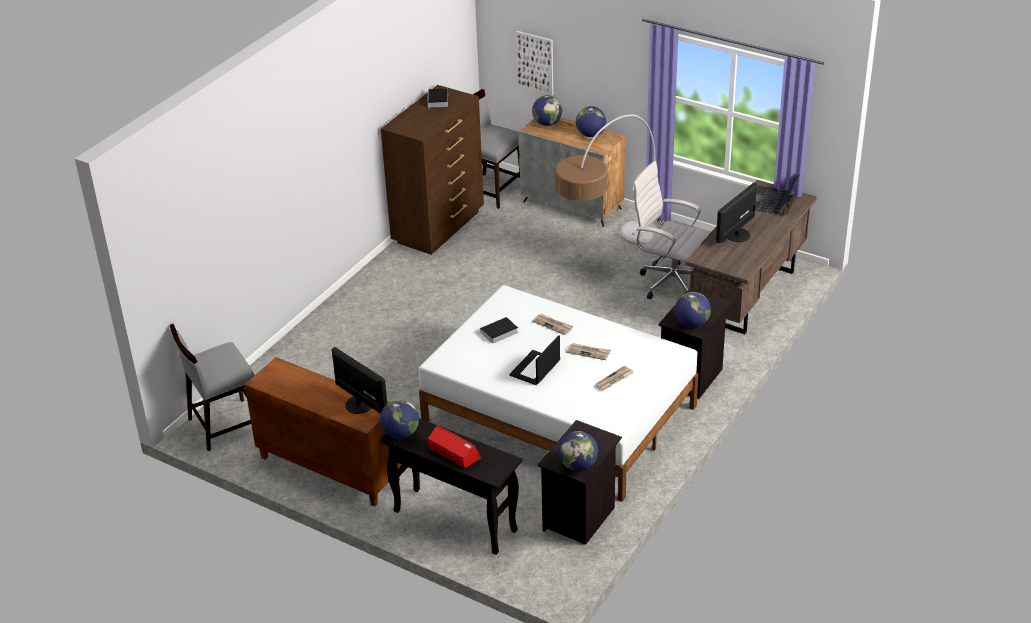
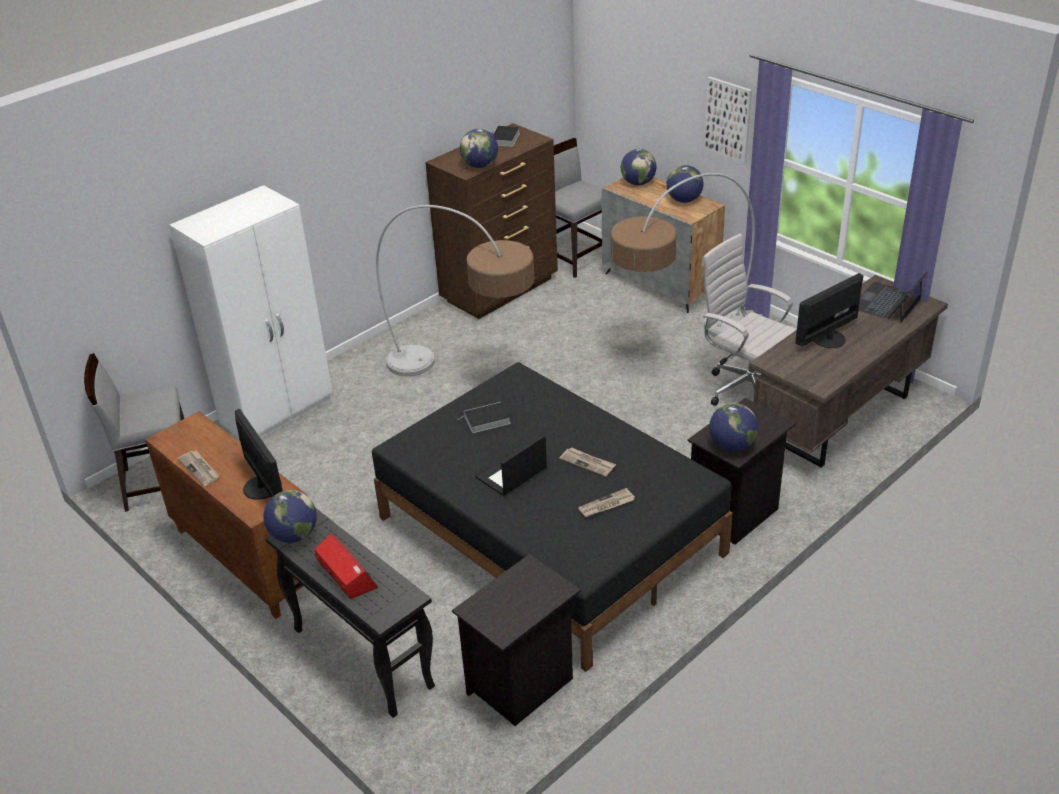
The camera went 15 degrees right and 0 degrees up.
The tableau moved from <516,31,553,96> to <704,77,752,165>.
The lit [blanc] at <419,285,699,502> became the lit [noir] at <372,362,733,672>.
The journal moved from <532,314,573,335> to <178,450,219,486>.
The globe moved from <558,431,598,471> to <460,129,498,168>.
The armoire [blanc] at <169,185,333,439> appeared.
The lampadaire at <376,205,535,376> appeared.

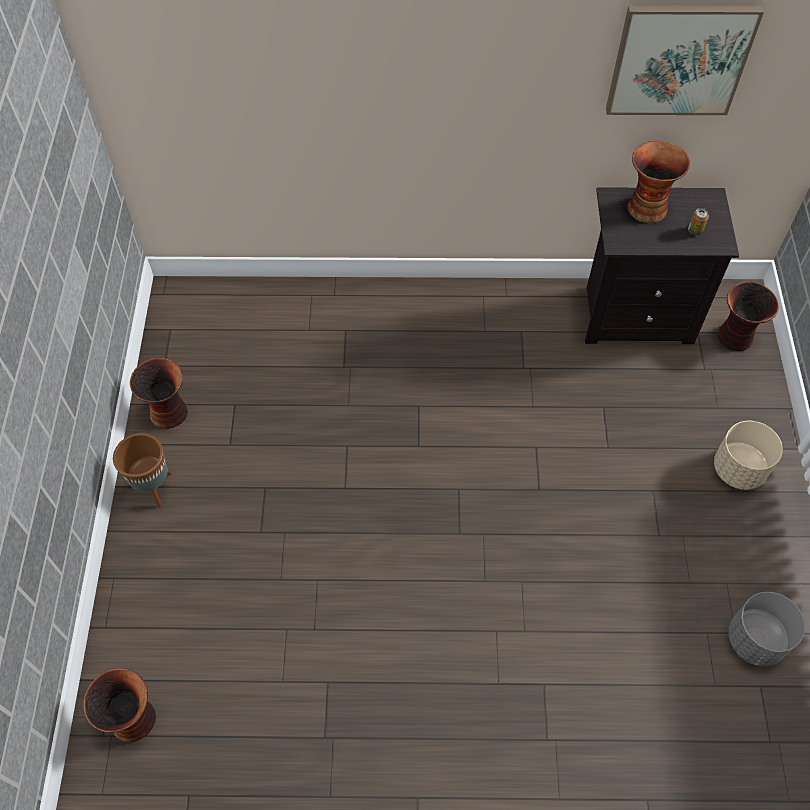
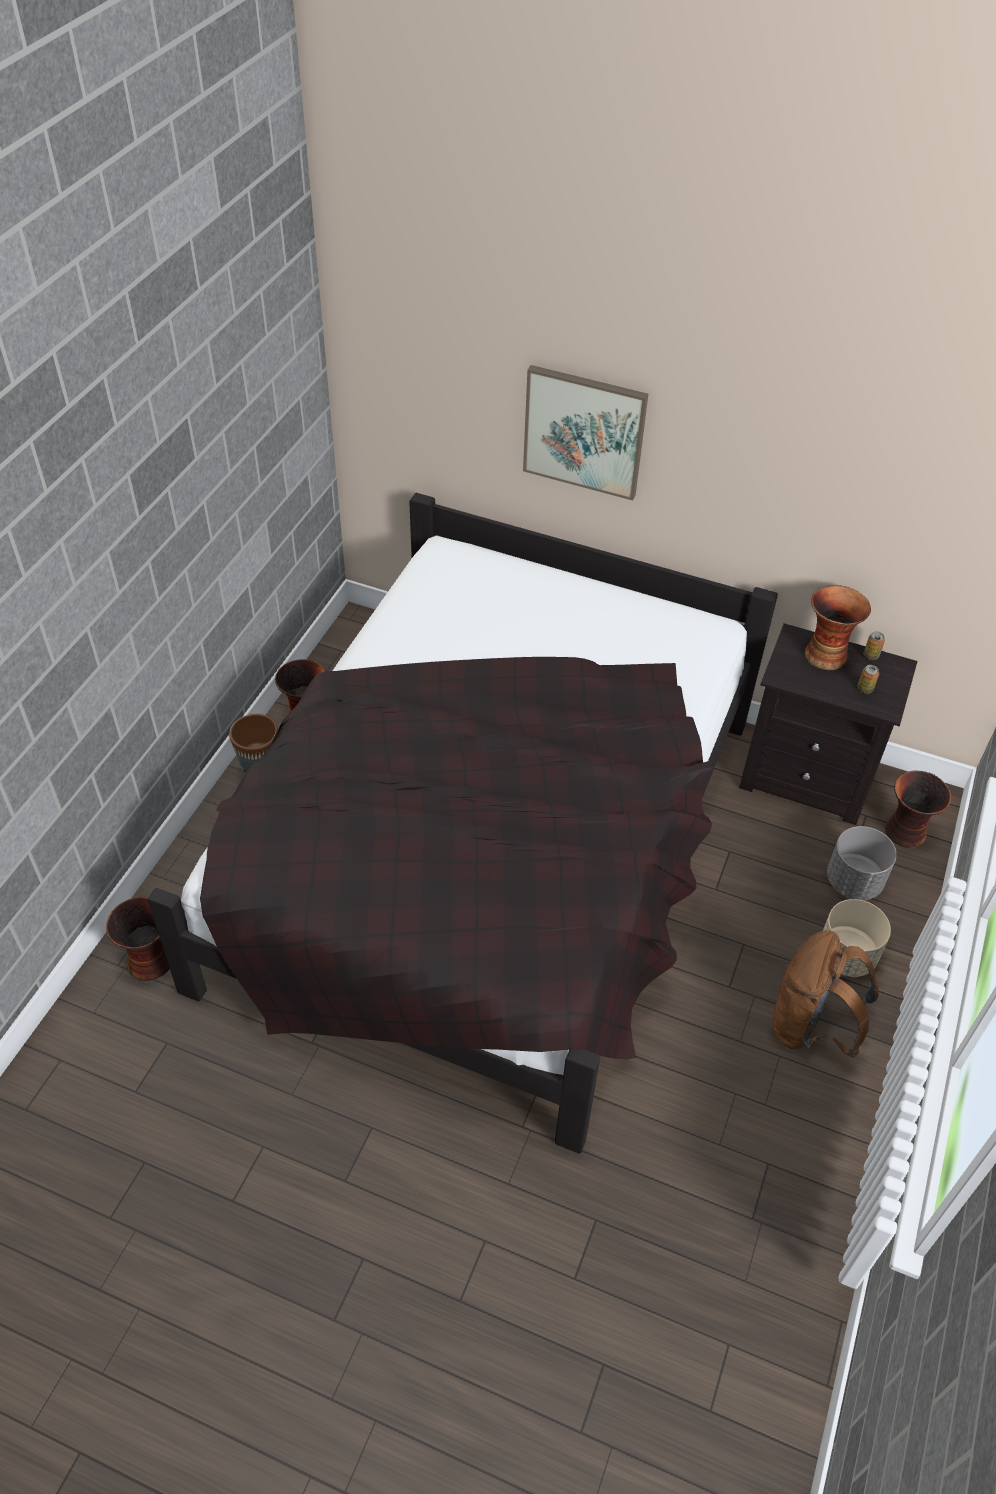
The camera went 20 degrees right and 10 degrees down.
The tableau moved from <606,5,764,115> to <523,365,648,501>.
The cache-pot [gris] moved from <728,592,805,666> to <827,826,897,900>.
The lit [noir] at <147,493,778,1153> appeared.
The boîte métallique at <864,632,885,660> appeared.
The sac à dos [marron] at <773,930,878,1058> appeared.

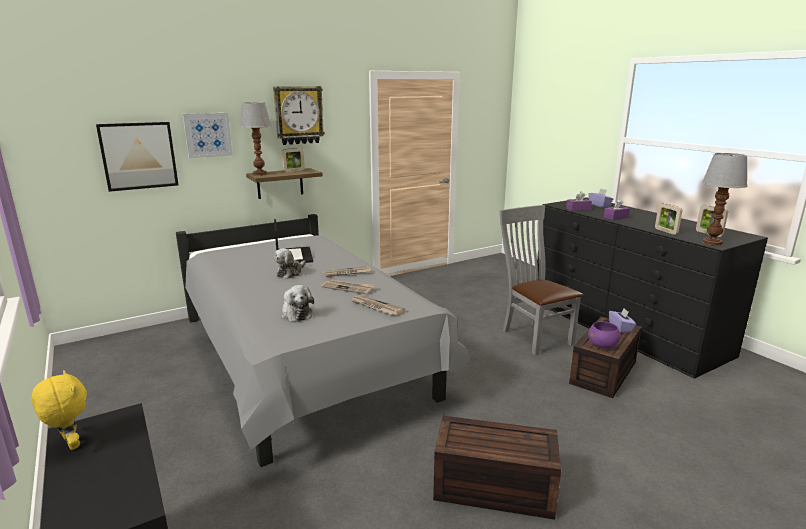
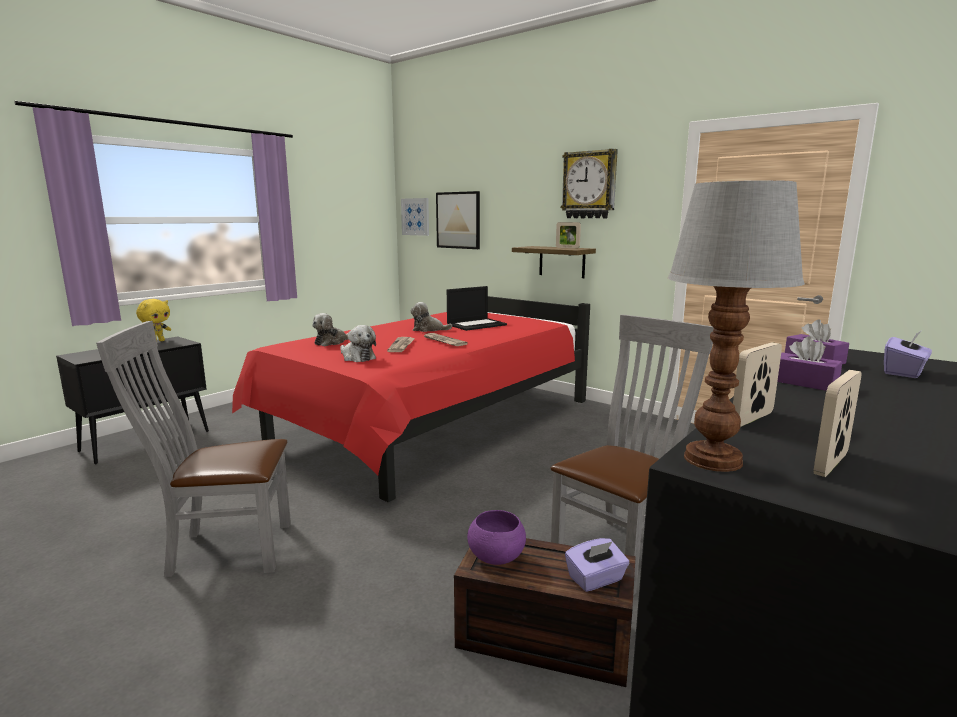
The camera went 70 degrees right and 5 degrees down.
The lampe de table at <240,102,271,175> disappeared.
The tableau moved from <183,113,233,158> to <401,198,429,236>.
The lit [gris] at <176,214,469,467> became the lit [rouge] at <232,296,590,502>.
The journal at <351,295,405,315> was replaced by the peluche at <340,325,376,362>.
The boîte de rangement [marron] at <433,416,561,520> was replaced by the chaise [gris] at <96,321,291,577>.

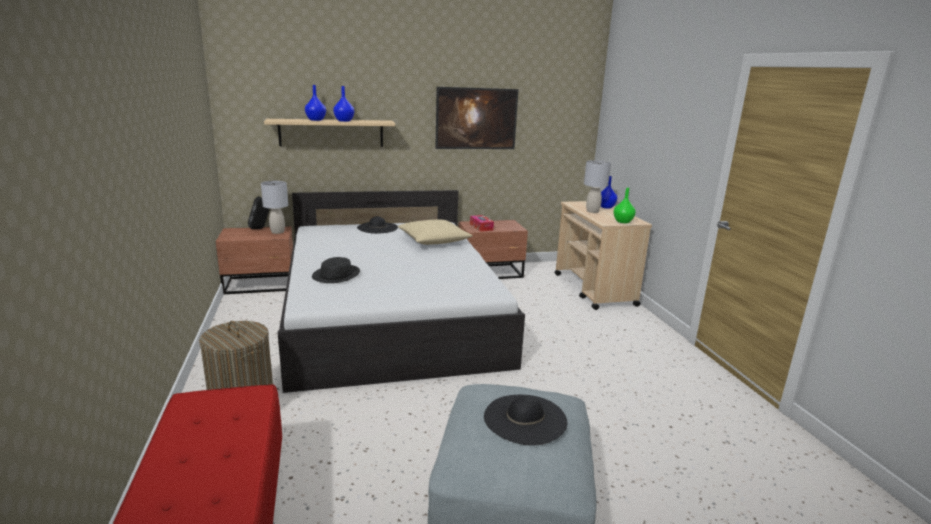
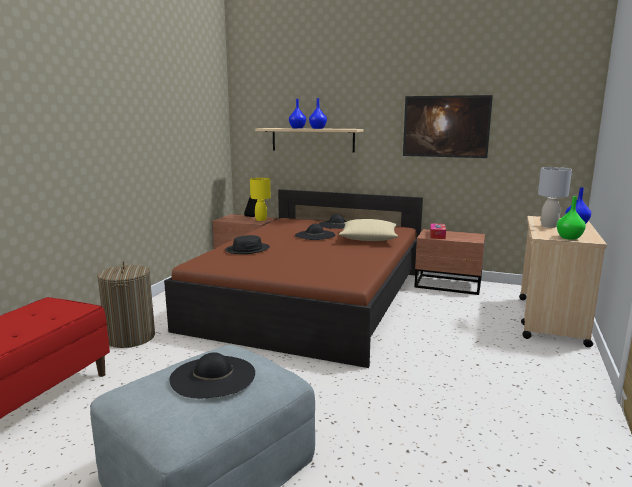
The camera went 35 degrees right and 5 degrees down.
The lampe de table [gris] at <261,181,288,234> became the lampe de table [jaune] at <250,178,271,221>.
The lit [blanc] at <278,190,525,393> became the lit [marron] at <164,189,423,368>.
The chapeau [noir] at <295,224,336,240> appeared.

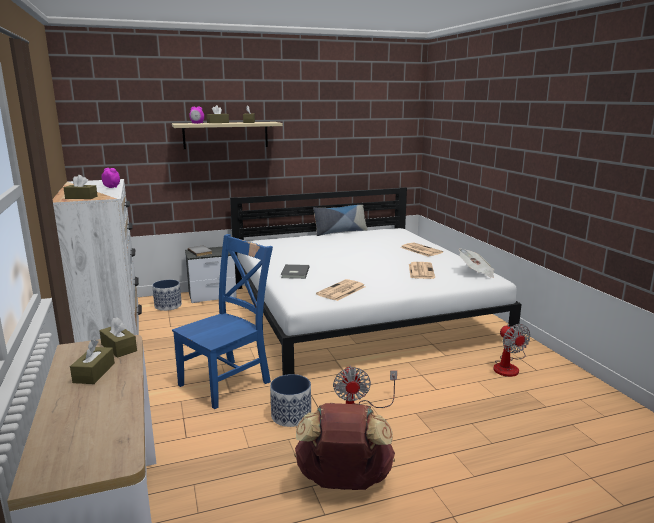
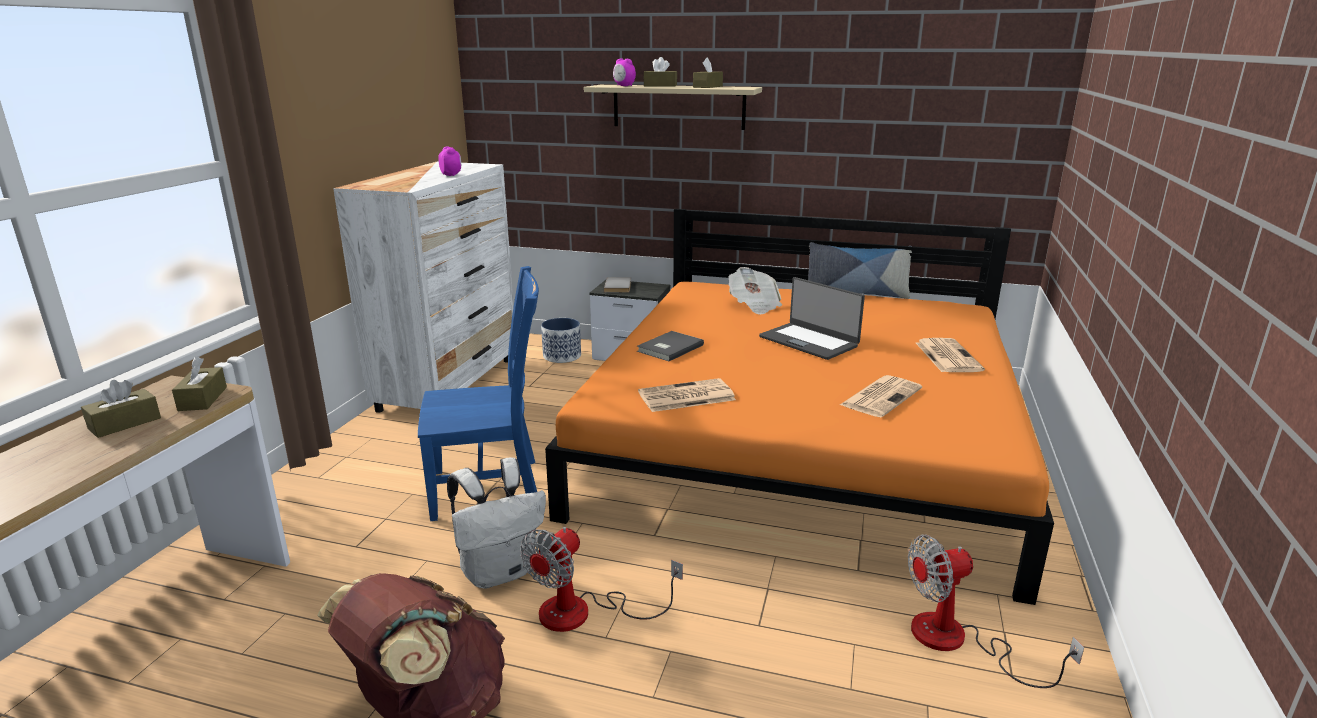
The camera went 35 degrees right and 5 degrees up.
The boîte à mouchoirs [marron] at <63,175,98,199> disappeared.
The lit [blanc] at <230,187,522,375> became the lit [orange] at <545,209,1054,605>.
The journal moved from <459,248,494,278> to <728,267,782,315>.
The ventilateur at <493,324,531,377> turned 60 degrees clockwise.
The cache-pot at <270,374,311,427> was replaced by the sac à dos [blanc] at <447,458,546,589>.
The ordinateur portable at <759,277,865,360> appeared.

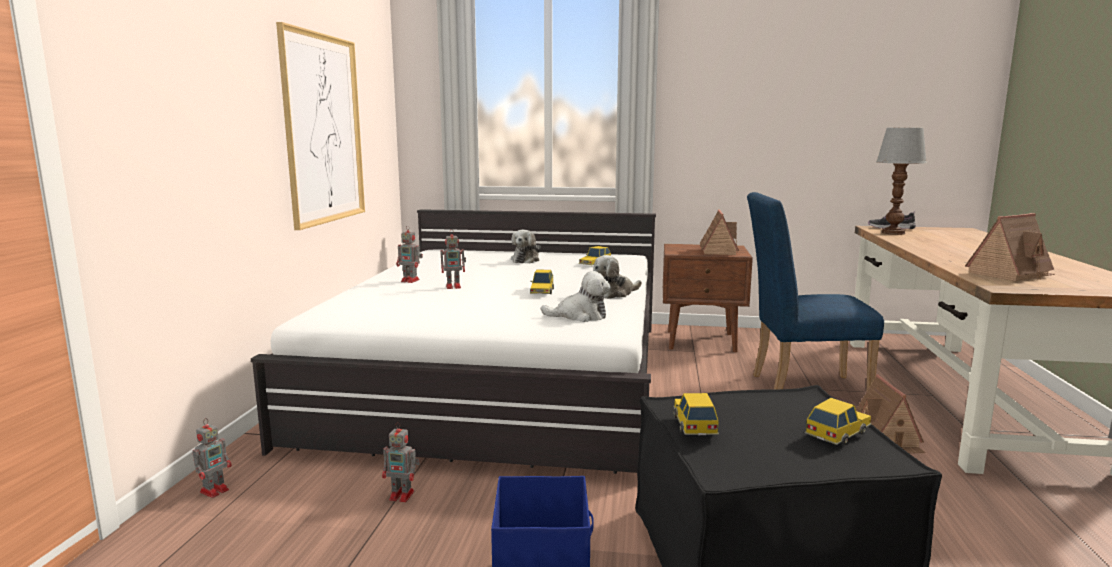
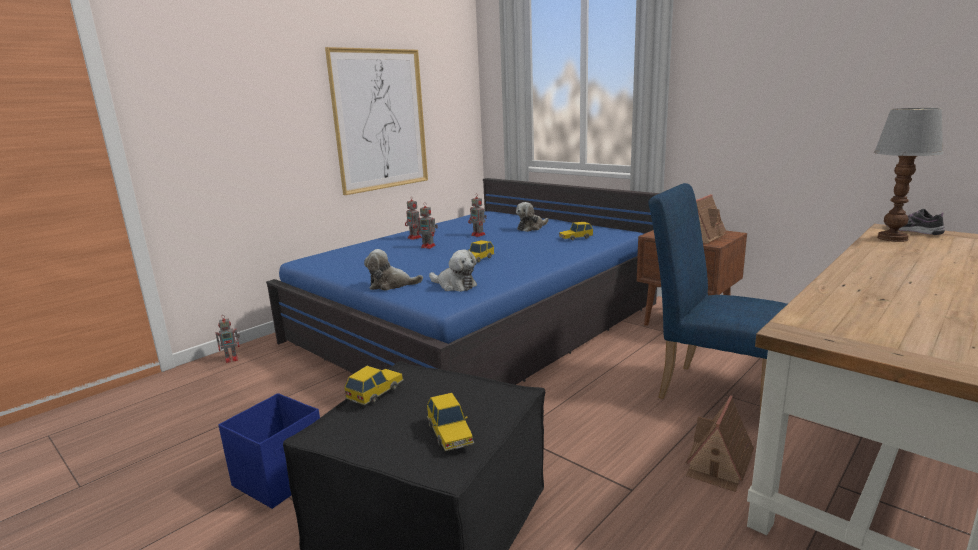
The camera went 35 degrees right and 5 degrees up.
The lit [blanc] at <251,209,656,474> became the lit [bleu] at <266,178,660,385>.
The maison miniature at <965,213,1055,281> disappeared.
The peluche moved from <593,255,642,299> to <364,249,423,291>.
The petite voiture at <805,398,872,445> turned 75 degrees clockwise.
The robot jouet moved from <382,422,420,502> to <468,193,487,237>.

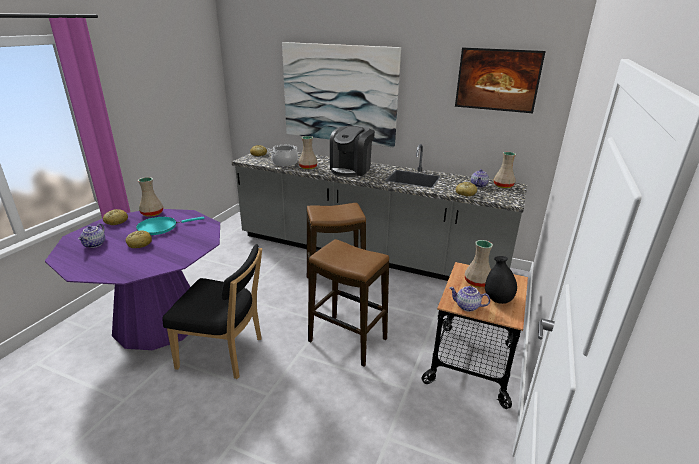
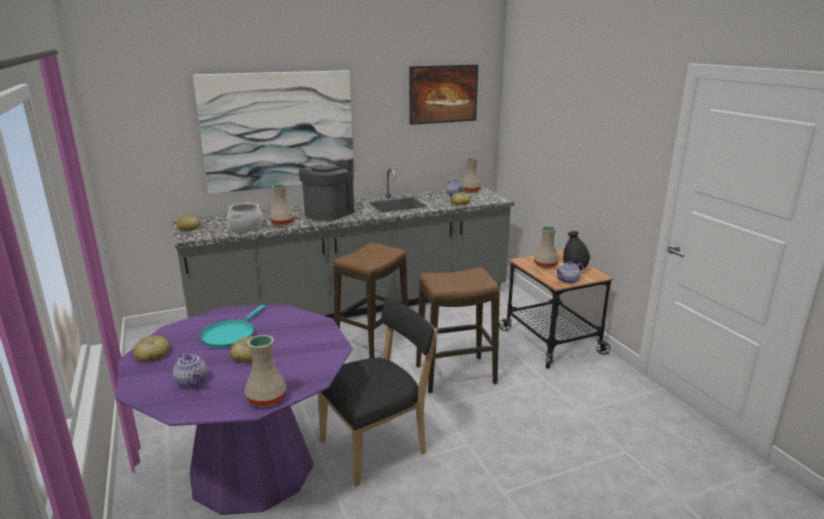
The camera went 45 degrees left and 5 degrees down.
The machine à café at <330,126,375,177> turned 135 degrees counterclockwise.
The vase [beige] moved from <138,177,163,217> to <245,335,287,407>.

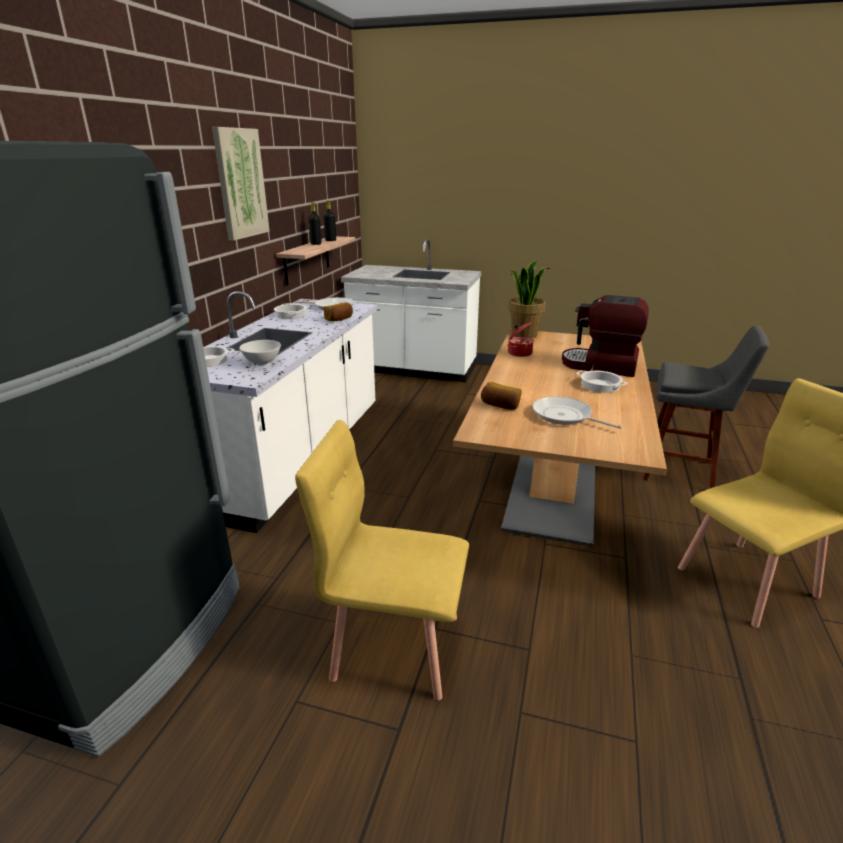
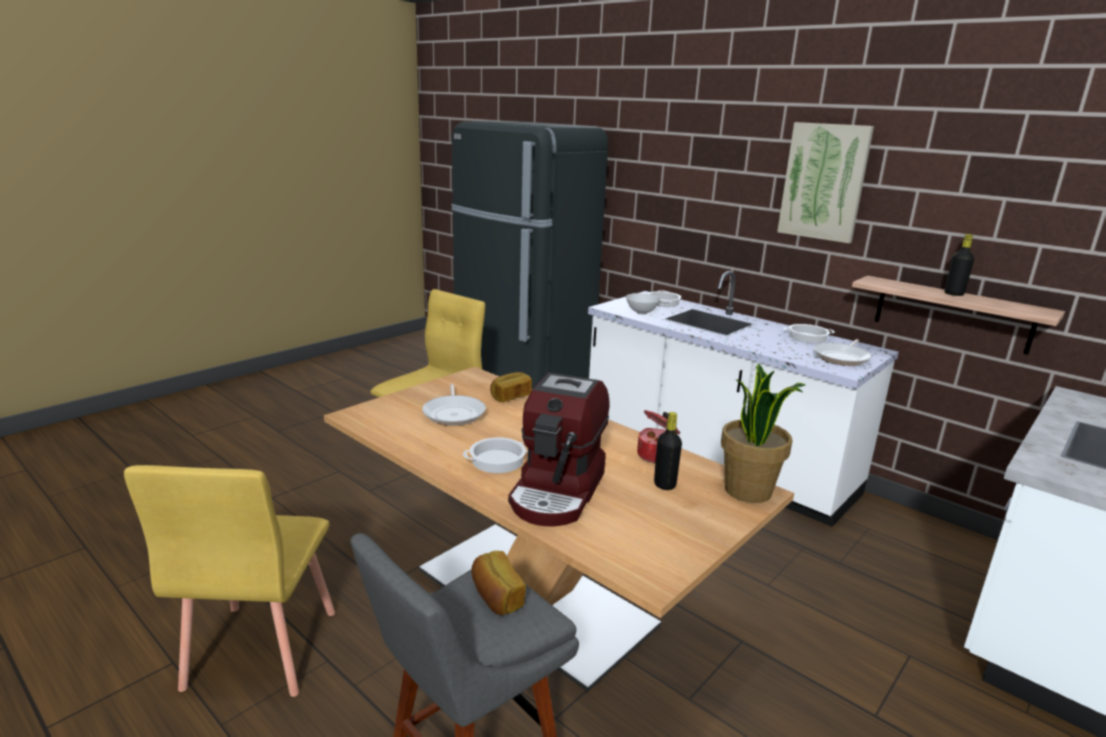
The camera went 115 degrees right and 5 degrees down.
The bouteille [noir] moved from <323,200,336,241> to <654,412,682,490>.
The machine à café at <562,295,649,377> turned 150 degrees clockwise.
The pain moved from <324,302,353,321> to <471,551,526,615>.
The poêle at <532,396,622,429> turned 105 degrees clockwise.

